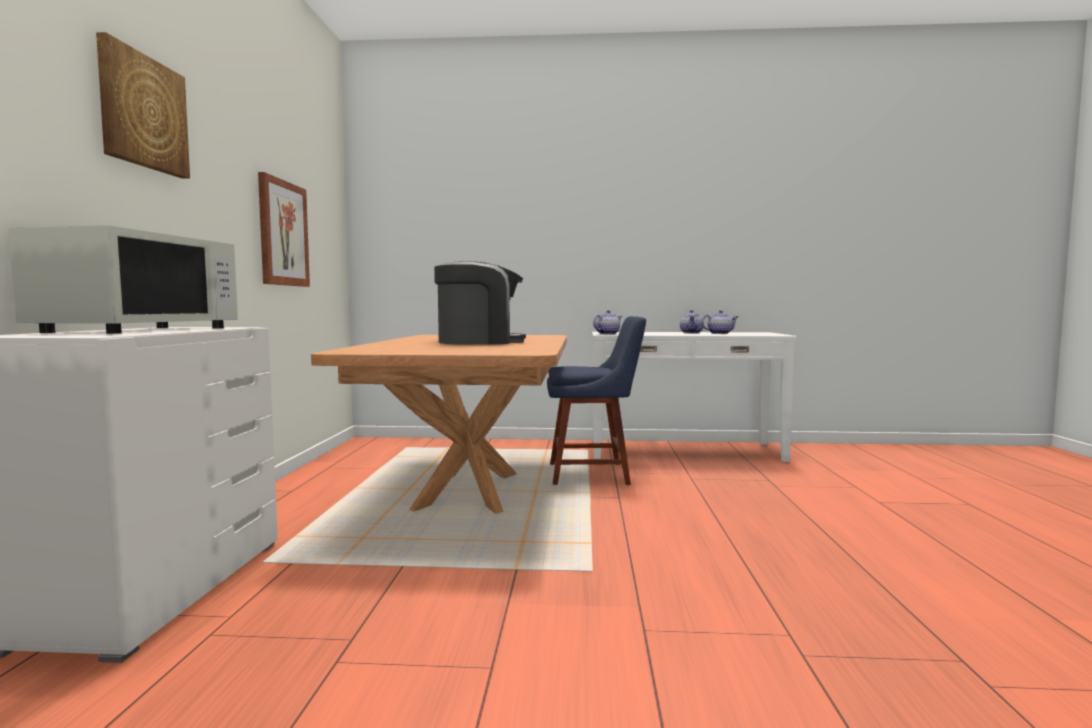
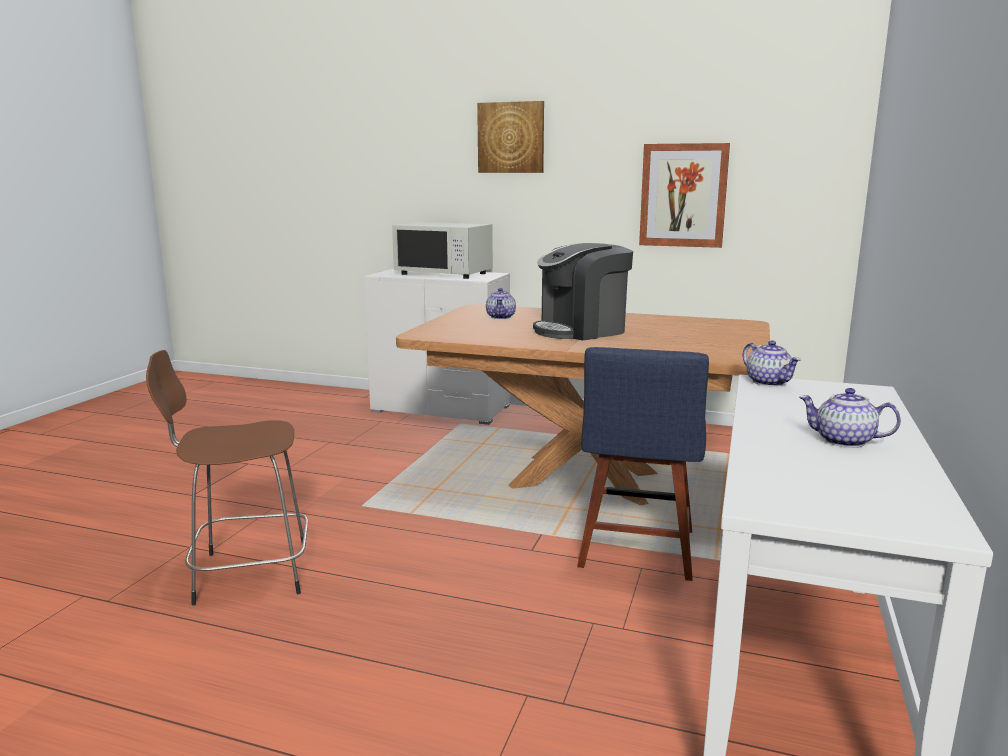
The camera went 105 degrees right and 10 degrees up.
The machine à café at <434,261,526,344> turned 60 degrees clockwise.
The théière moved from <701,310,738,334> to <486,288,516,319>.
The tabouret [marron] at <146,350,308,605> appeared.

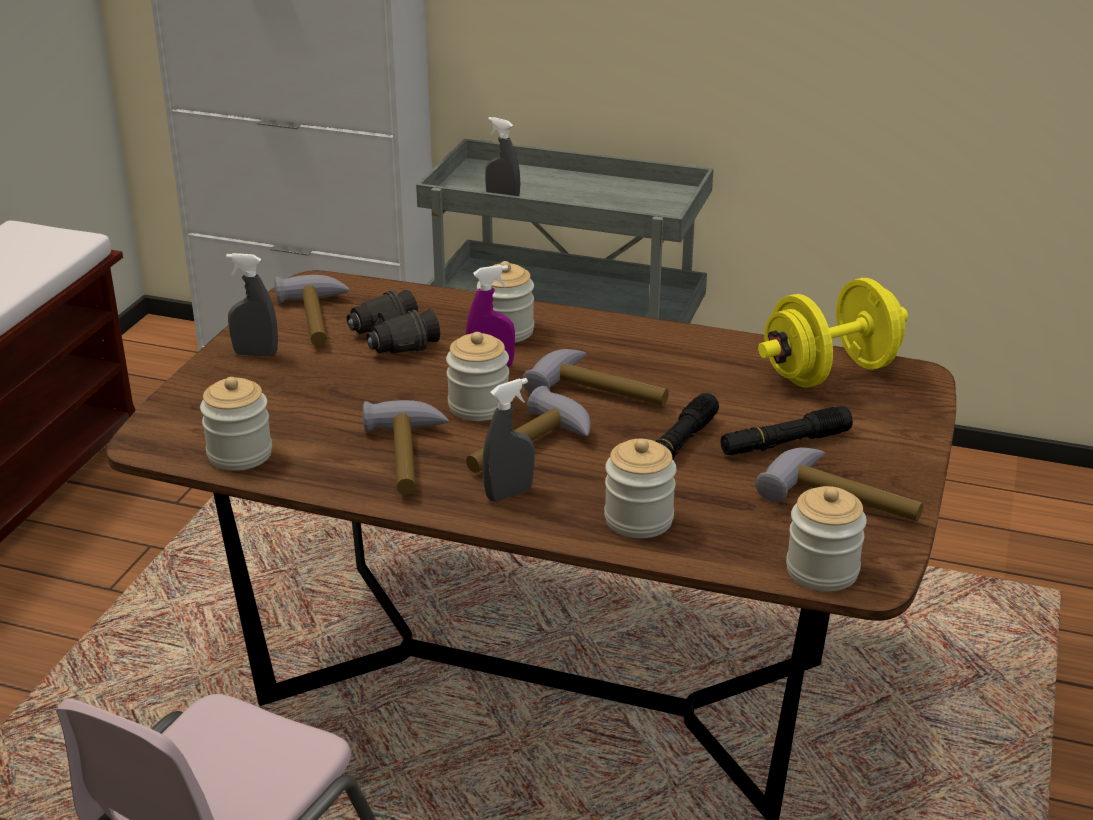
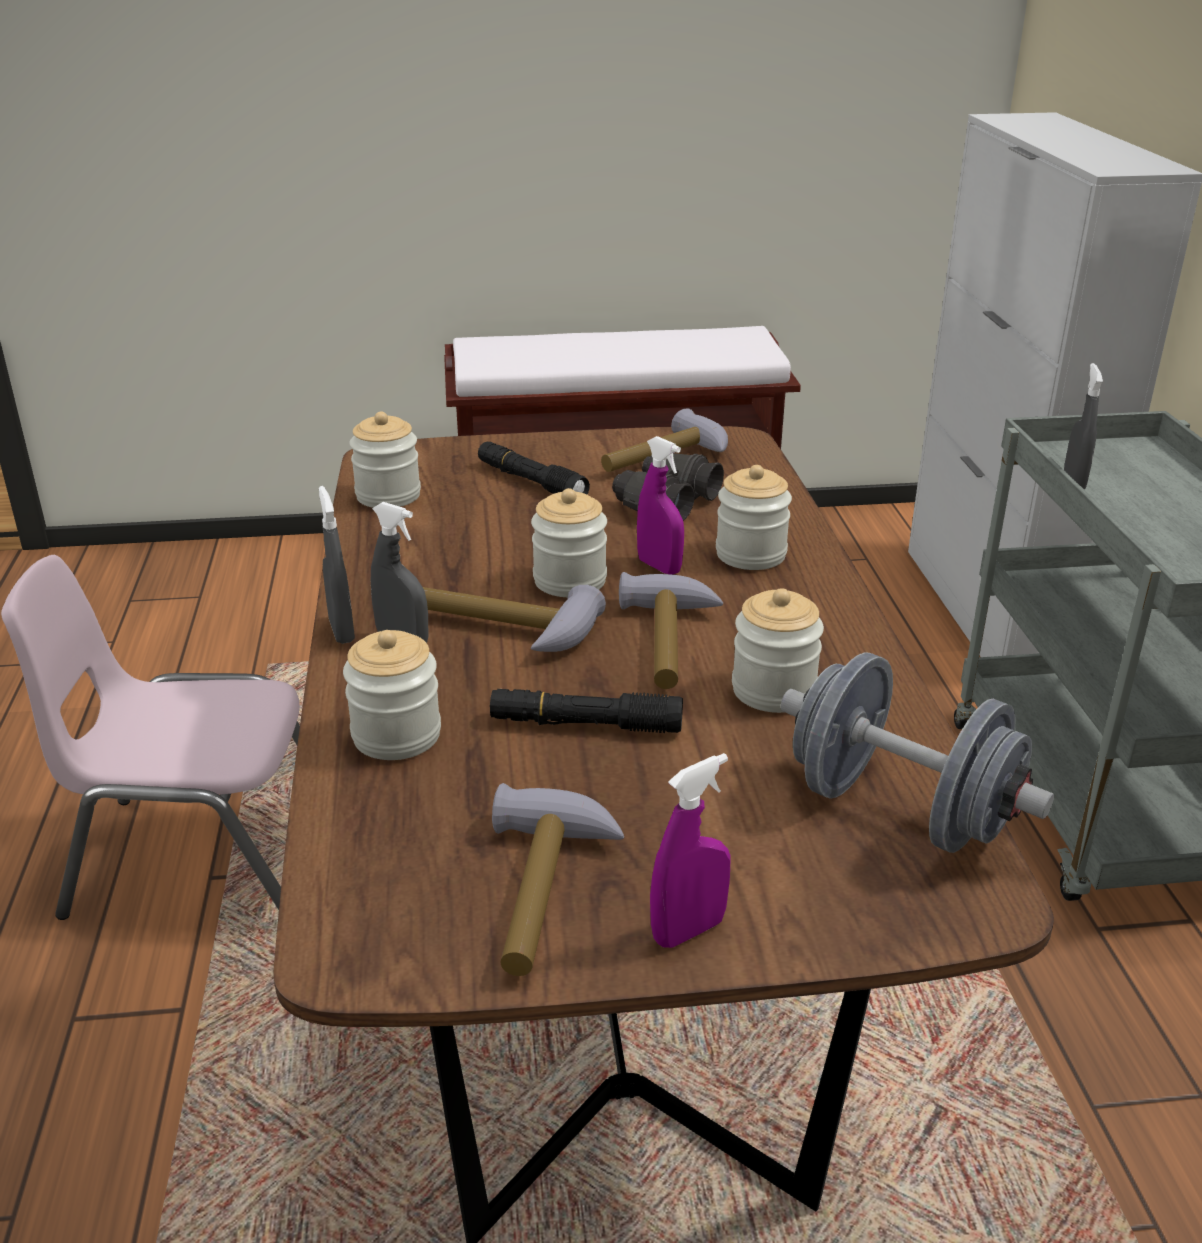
The camera went 65 degrees right and 0 degrees up.
The vaporisateur [gris] moved from <226,253,278,357> to <319,486,355,644>.
The haltère [jaune] at <758,278,908,387> became the haltère [gris] at <781,653,1054,853>.
The marteau at <362,400,449,495> disappeared.
The lampe de poche [noir] moved from <721,406,853,455> to <478,442,590,494>.
The bocal moved from <786,486,867,592> to <732,588,824,713>.
The vaporisateur [violet] at <650,753,731,948> appeared.

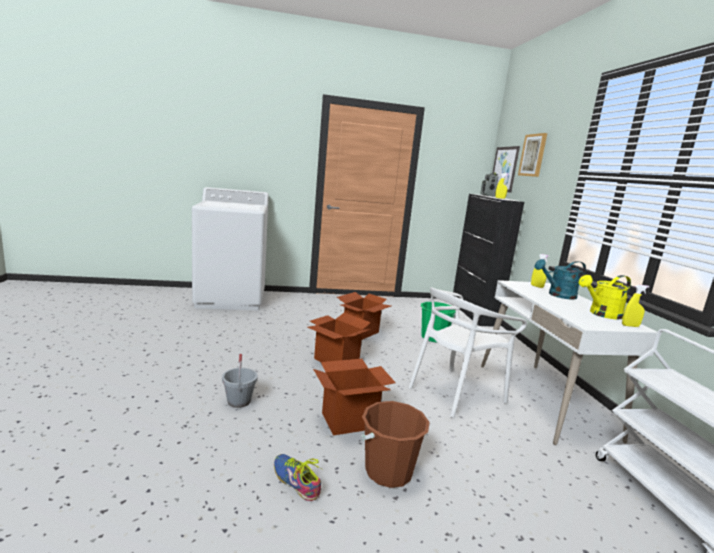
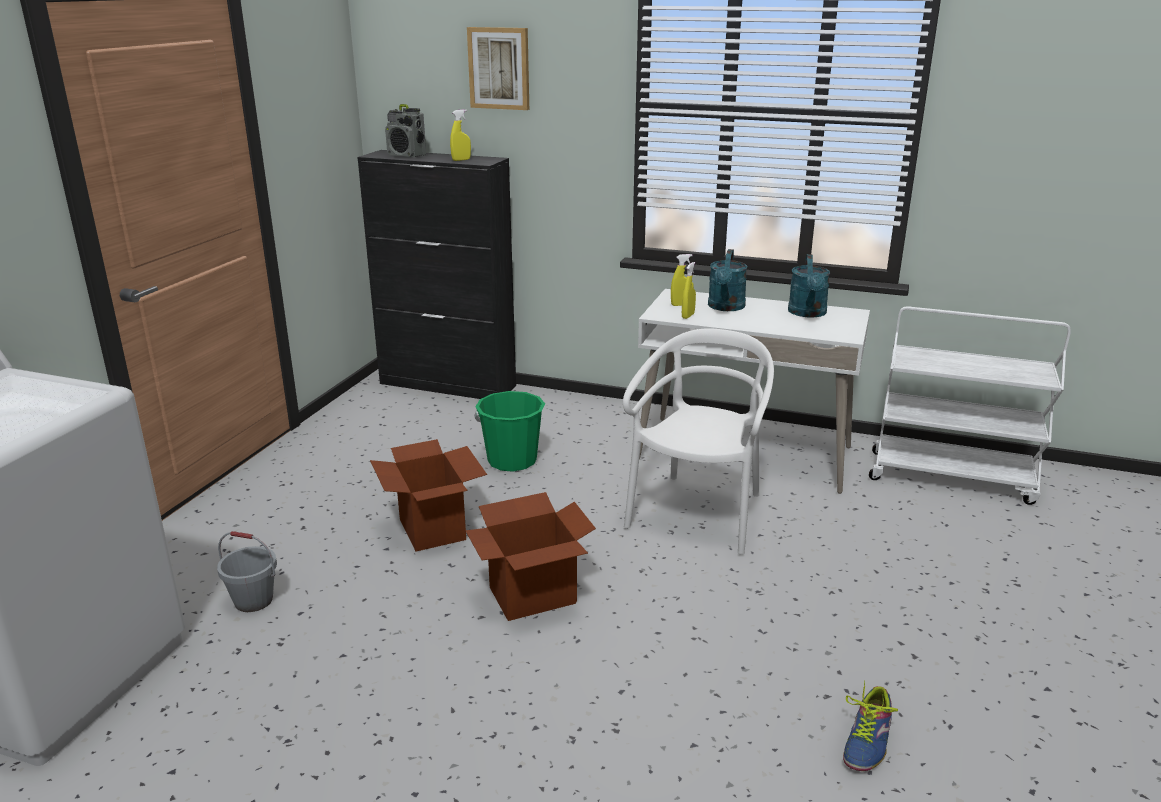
The camera went 60 degrees left and 10 degrees up.
The tableau at <492,146,520,193> disappeared.
The arrosoir [jaune] at <579,275,631,319> became the arrosoir [turquoise] at <788,254,830,318>.
The vaporisateur [jaune] moved from <622,285,649,327> to <682,262,696,319>.
The chaise [blanc] at <409,287,527,418> turned 150 degrees counterclockwise.
The seau [gris] moved from <222,354,258,408> to <217,531,277,612>.
The carton at <313,359,396,436> disappeared.
The seau [marron] at <361,401,430,488> disappeared.
The chaussure at <274,454,322,501> turned 45 degrees counterclockwise.

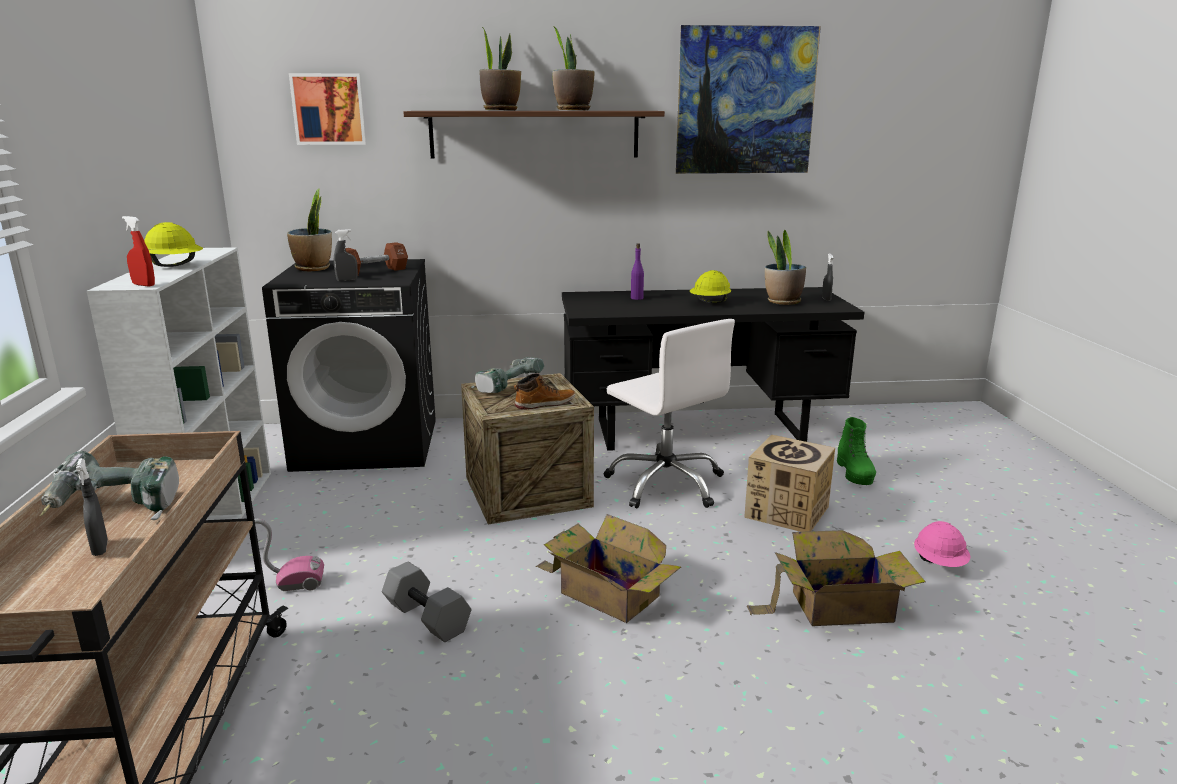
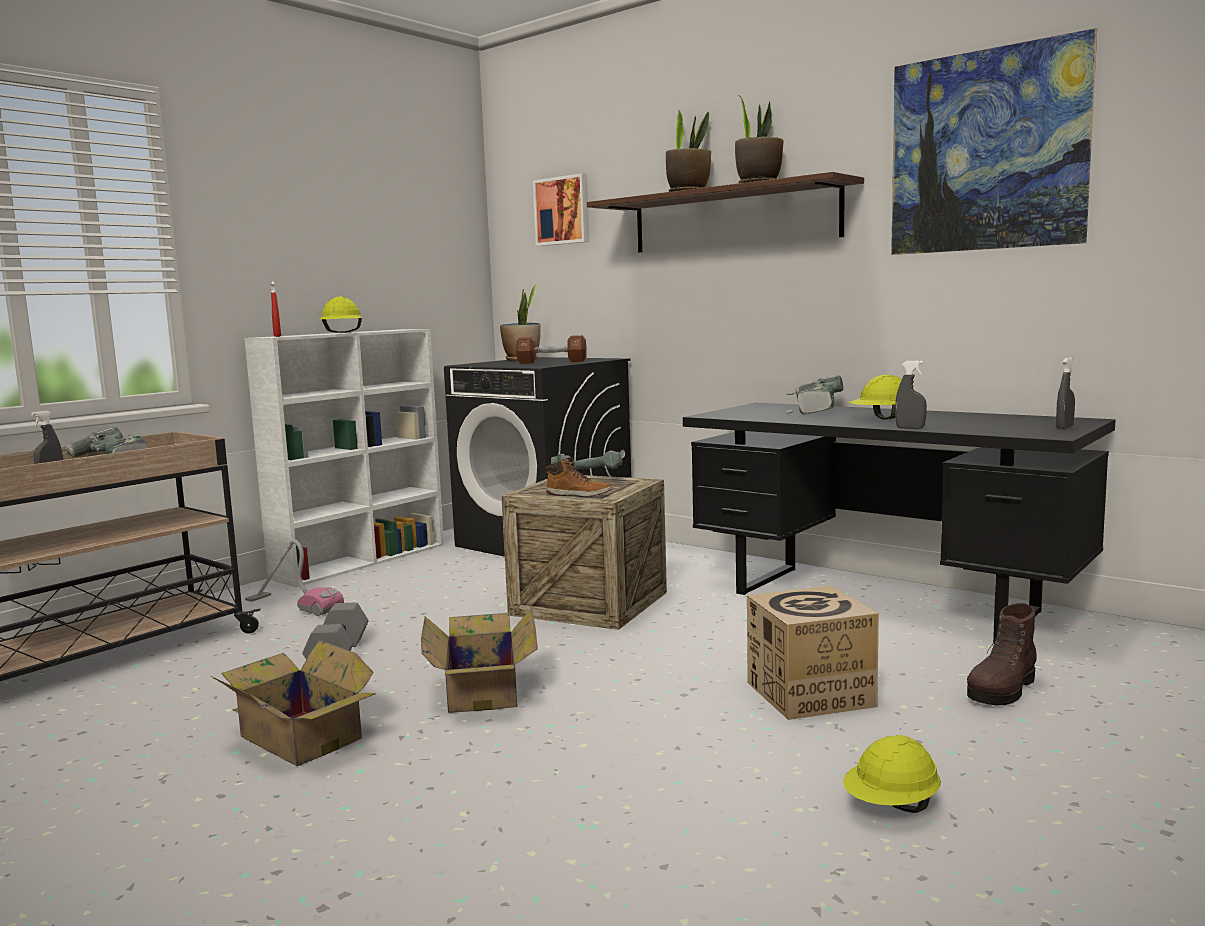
The camera went 45 degrees right and 10 degrees down.
The vaporisateur [gris] moved from <334,229,358,281> to <895,360,927,429>.
The plante en pot at <765,230,806,305> disappeared.
The bouteille [violet] at <631,243,644,300> was replaced by the perceuse at <786,375,843,414>.
The chaise de bureau [blanc] at <604,319,735,509> disappeared.
The botte [vert] at <837,417,876,485> became the botte [marron] at <967,603,1036,705>.
The casque de chantier [rose] at <914,521,971,567> became the casque de chantier [jaune] at <843,735,941,813>.
The carton moved from <747,530,926,626> to <210,640,376,766>.

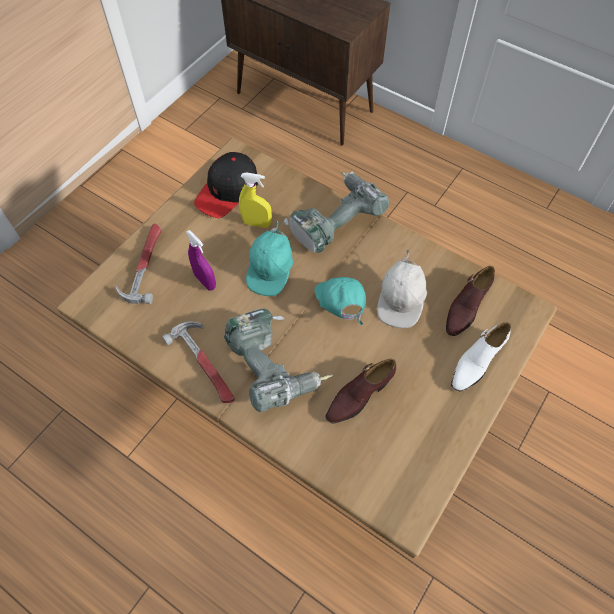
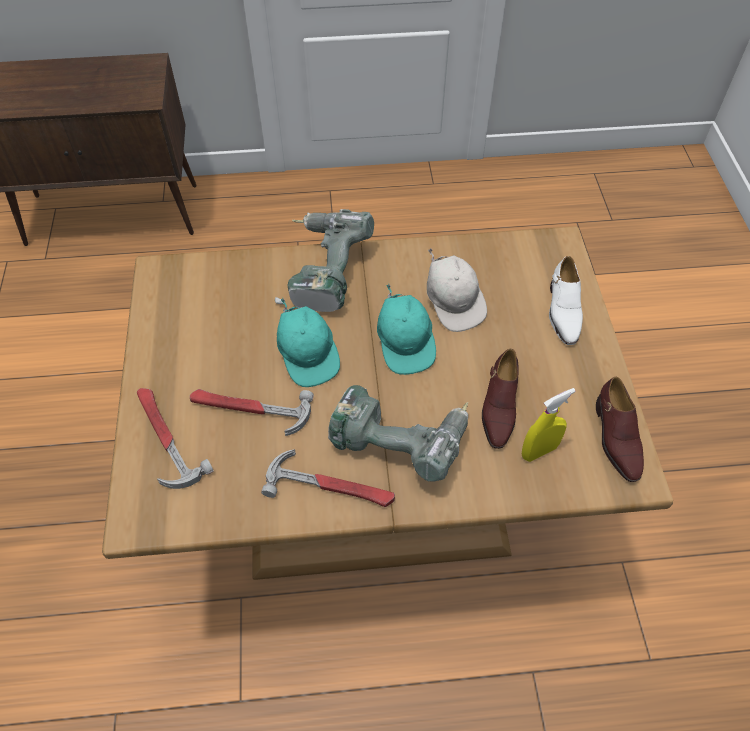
The camera went 40 degrees left and 5 degrees down.
The casquette [noir] at <194,152,258,218> disappeared.
The vaporisateur [jaune] moved from <239,173,272,228> to <522,388,575,462>.
The vaporisateur [violet] at <186,230,216,290> was replaced by the marteau at <190,389,314,436>.
The chaussure [marron] moved from <446,266,495,336> to <596,377,644,482>.
The casquette [turquoise] at <314,277,366,325> turned 135 degrees counterclockwise.

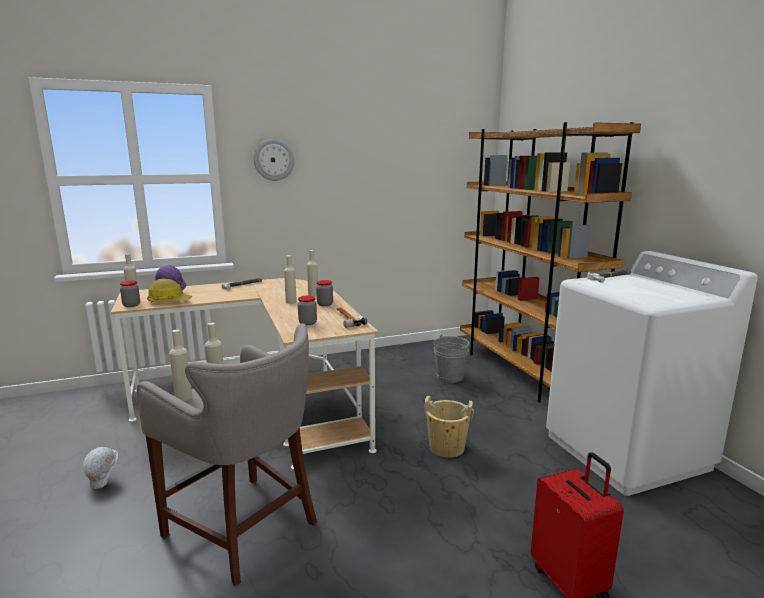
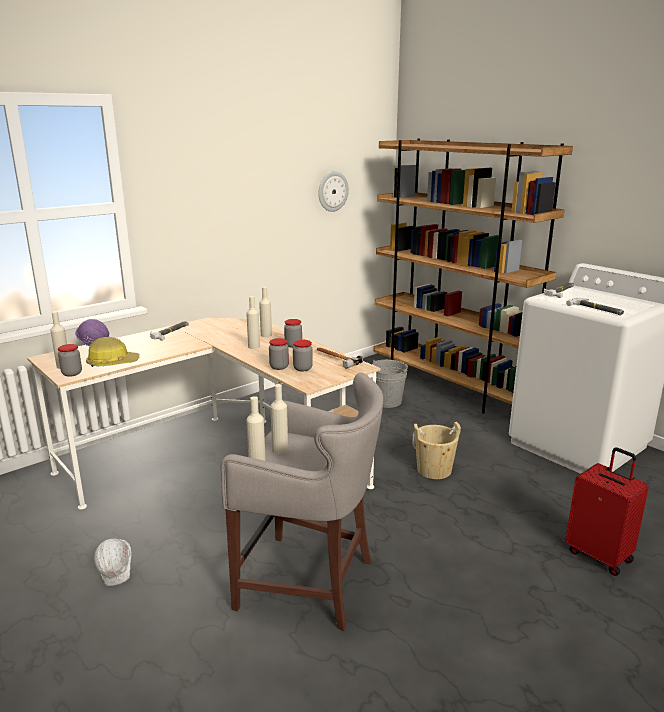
The camera went 20 degrees left and 5 degrees up.
The horloge murale moved from <254,139,294,181> to <318,171,349,212>.
The marteau at <566,298,624,315> appeared.
The bocal at <269,338,289,370> appeared.

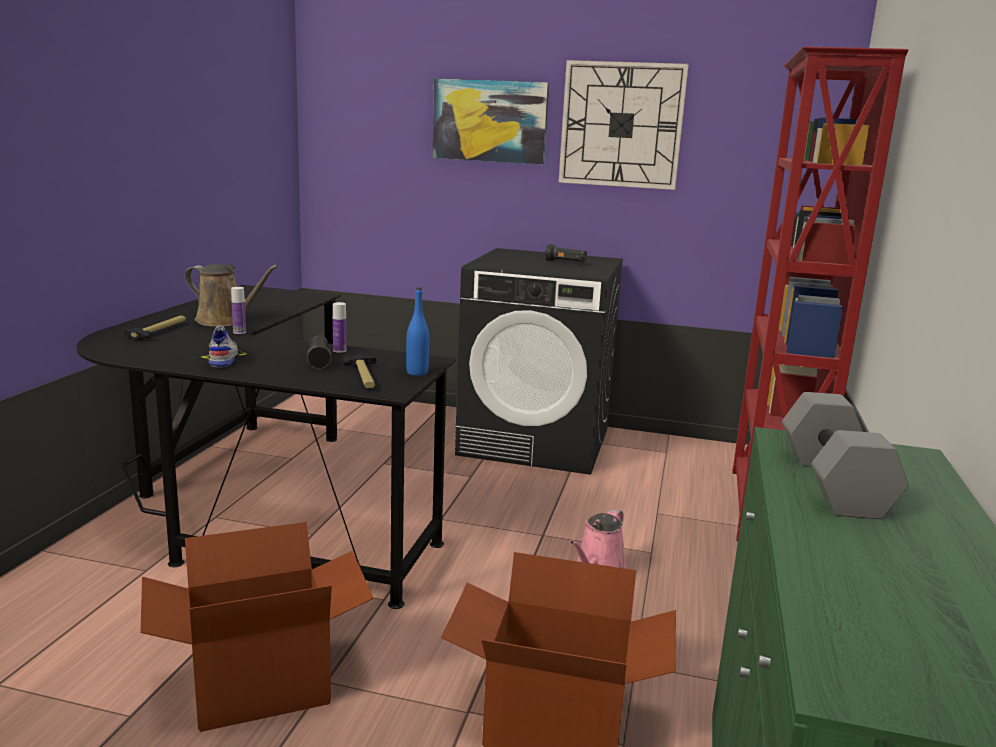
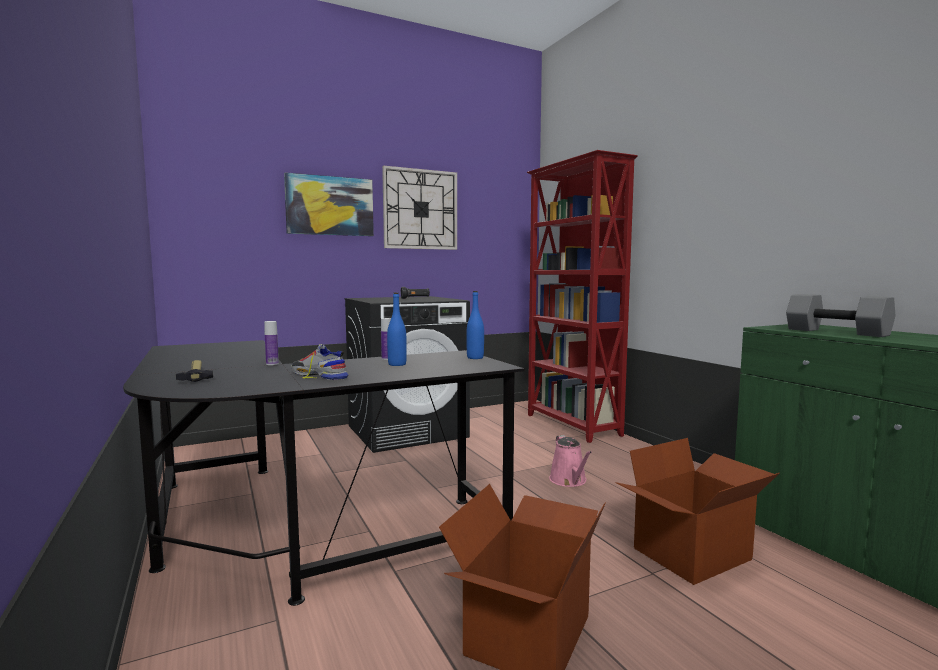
The camera went 40 degrees left and 10 degrees down.
The arrosoir [marron] at <185,264,279,326> disappeared.
The lampe de poche [noir] at <307,335,332,369> was replaced by the bouteille [bleu] at <387,292,407,366>.
The marteau at <343,355,377,388> disappeared.

